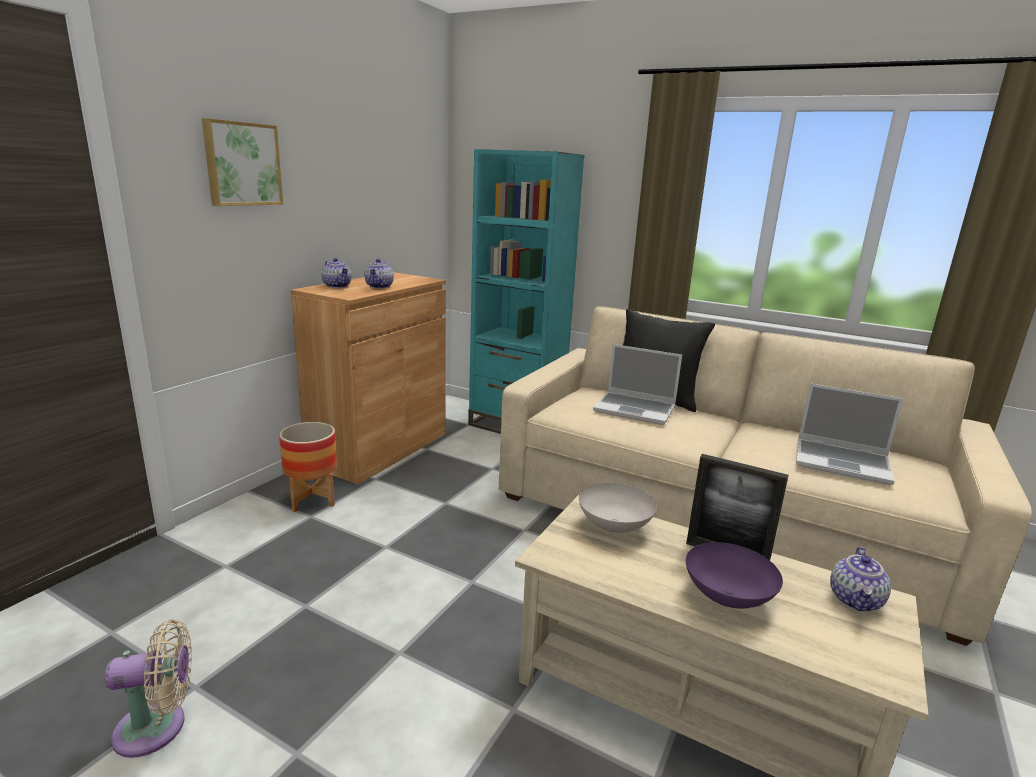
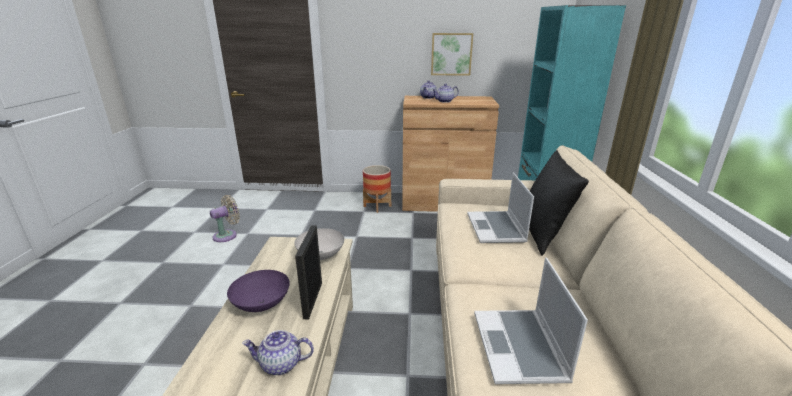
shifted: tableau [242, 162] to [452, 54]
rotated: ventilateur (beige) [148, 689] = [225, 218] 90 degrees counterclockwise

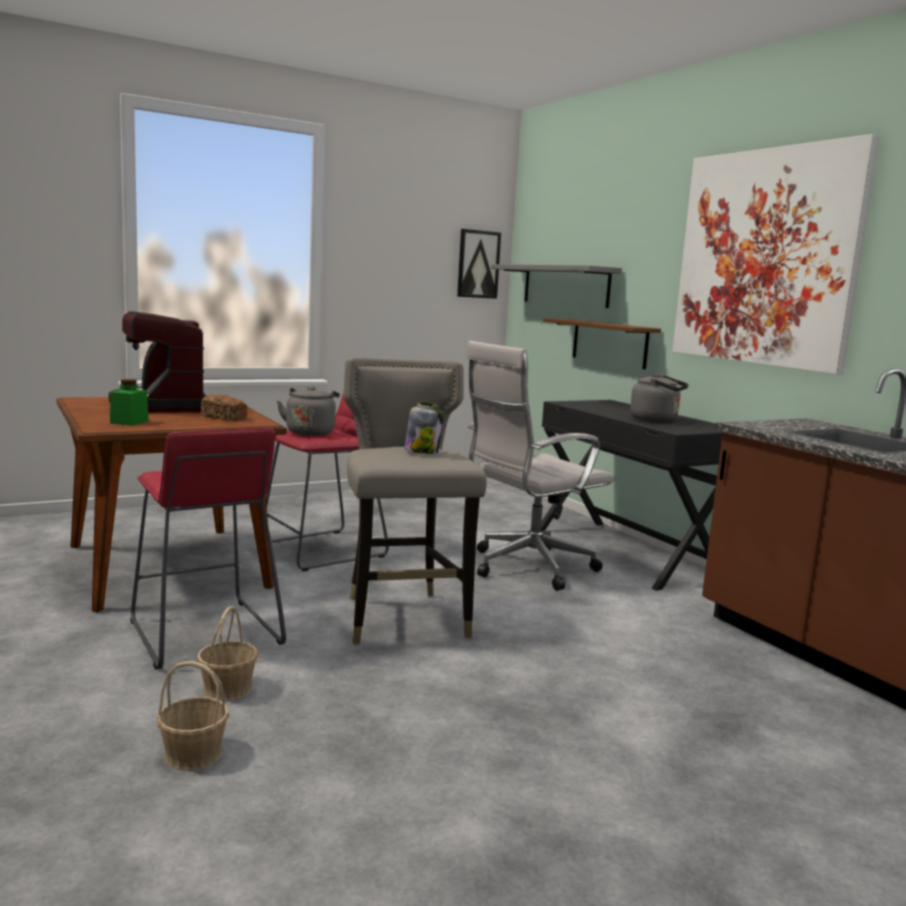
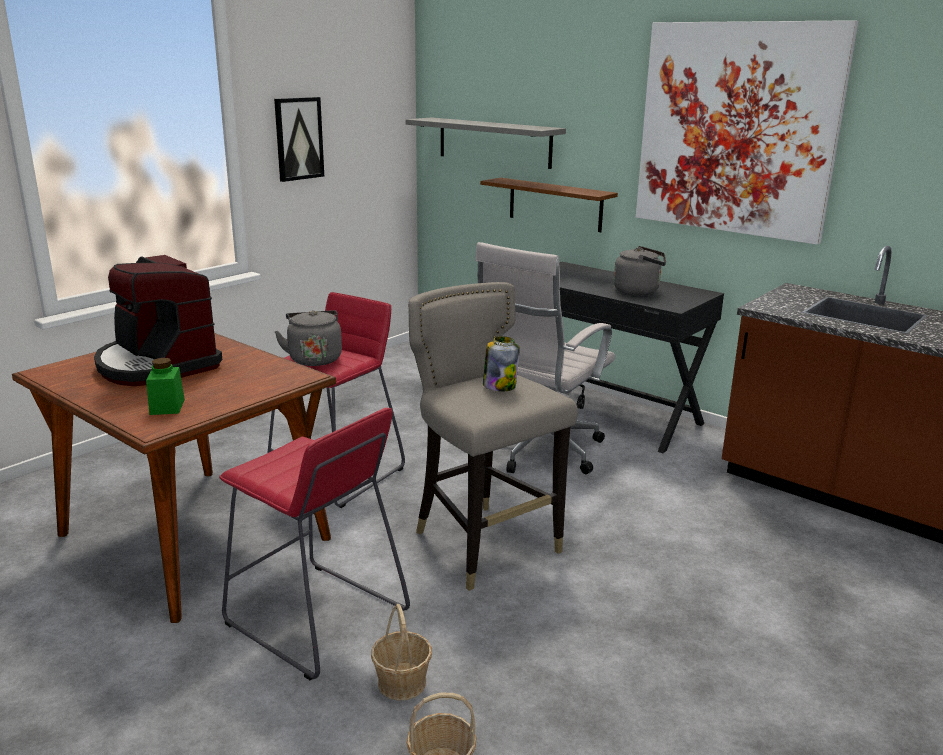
gone: pain [224, 408]
shifted: tableau [479, 264] to [299, 139]

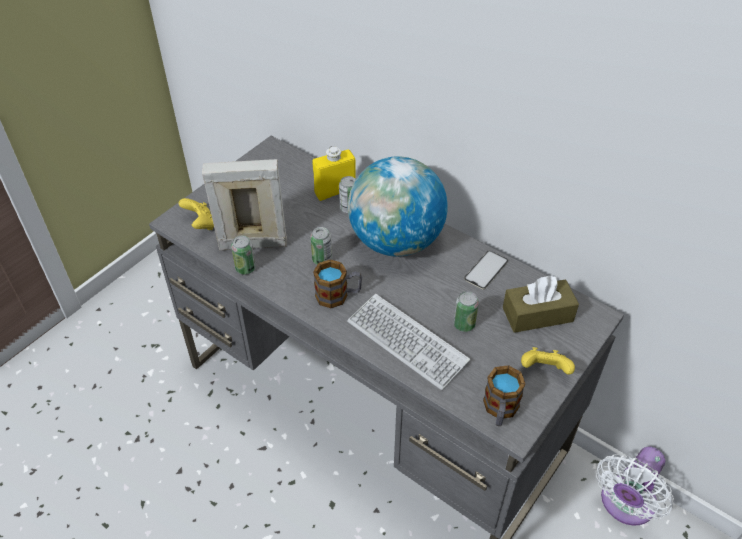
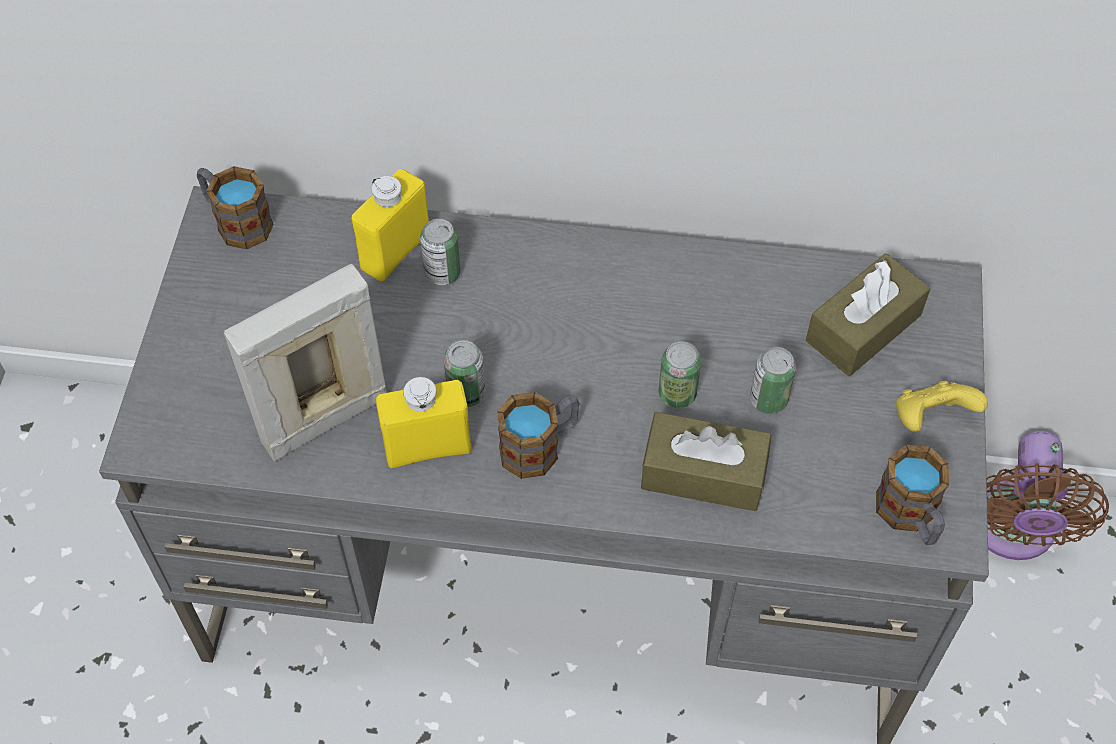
gone: manette (jaune) [196, 214]; globe [398, 206]; téléphone [486, 270]
new: mug [235, 207]; bouteille (jaune) [424, 422]
shifted: boîte métallique [243, 255] to [680, 374]
swapped: clavier [408, 342] to boîte à mouchoirs (marron) [706, 461]
repainted: ventilateur (blanc) [635, 485] to ventilateur (marron) [1048, 495]

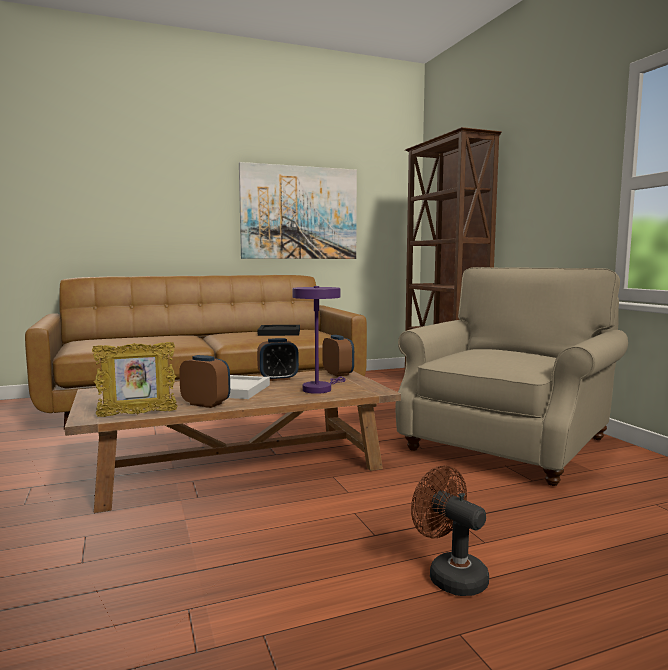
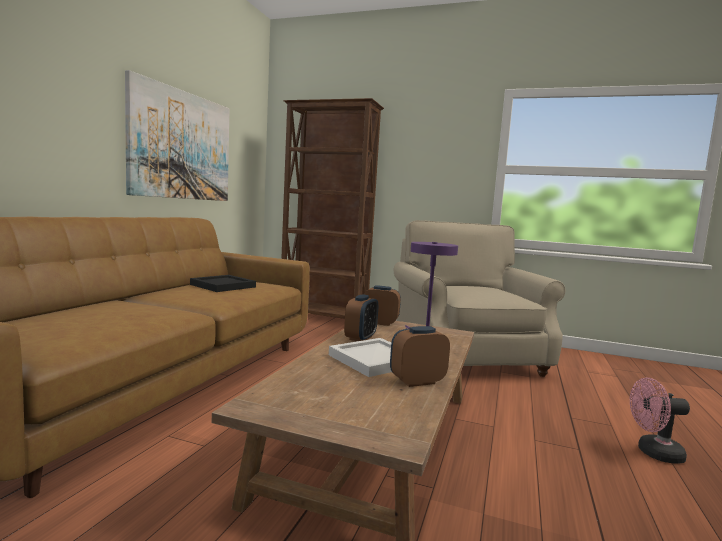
gone: cadre photo [134, 379]
repainted: ventilateur (marron) [450, 530] to ventilateur (rose) [660, 421]

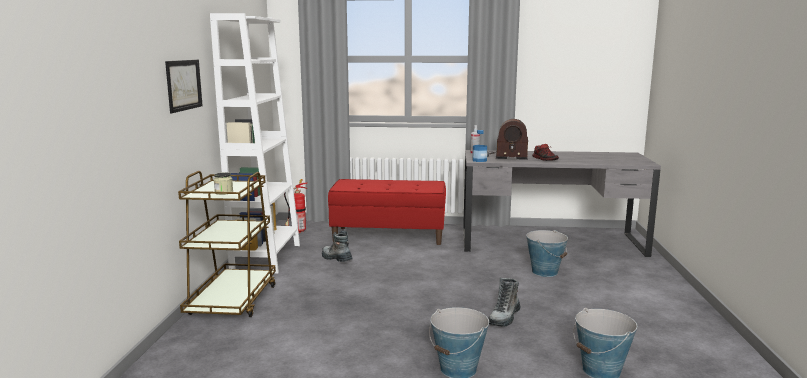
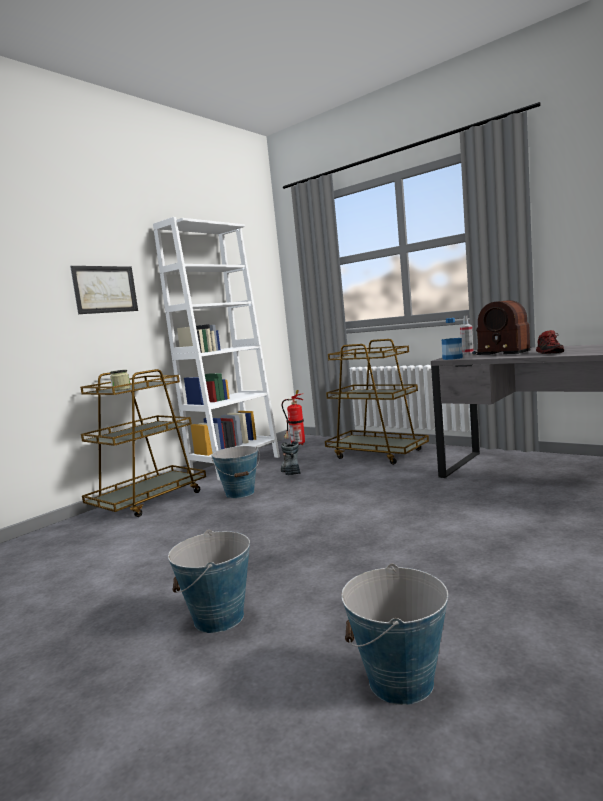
gone: botte [504, 302]
shifted: seau [547, 253] to [235, 472]
swapped: banc (rouge) [387, 212] to chariot (marron) [377, 402]

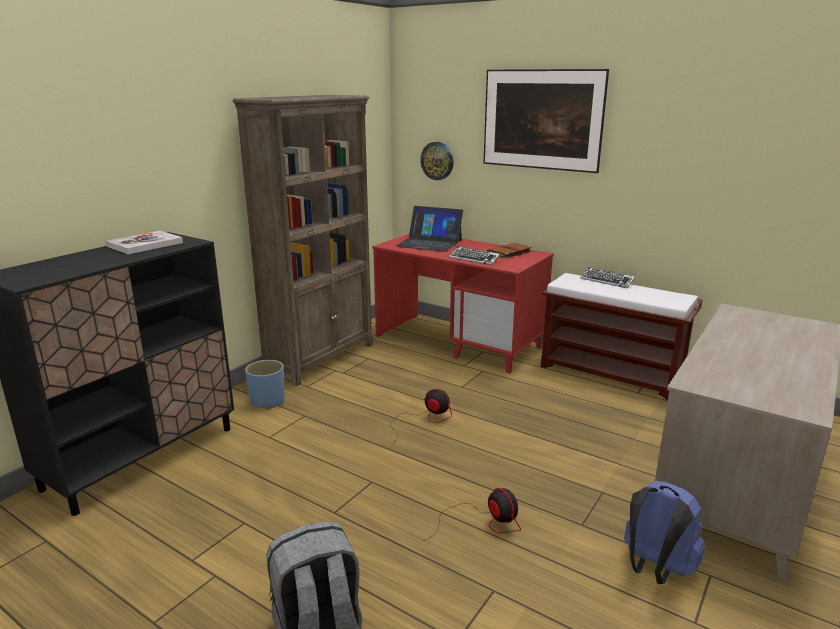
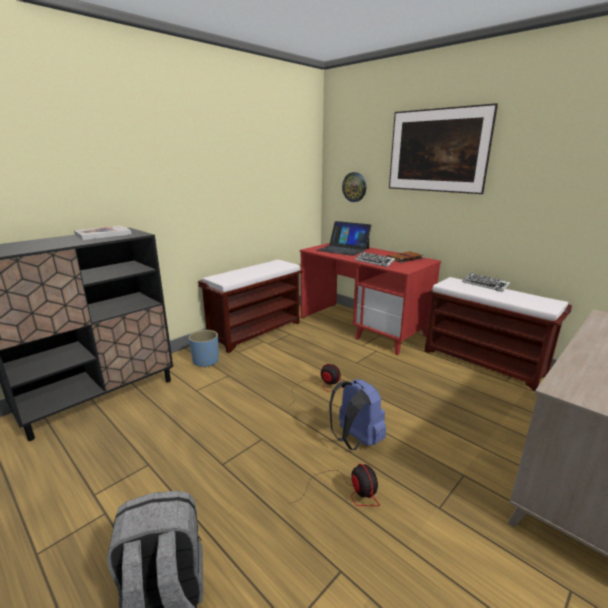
shifted: sac à dos (bleu) [664, 532] to [357, 414]
swapped: bibliothèque (marron) [303, 240] to banc (marron) [250, 306]

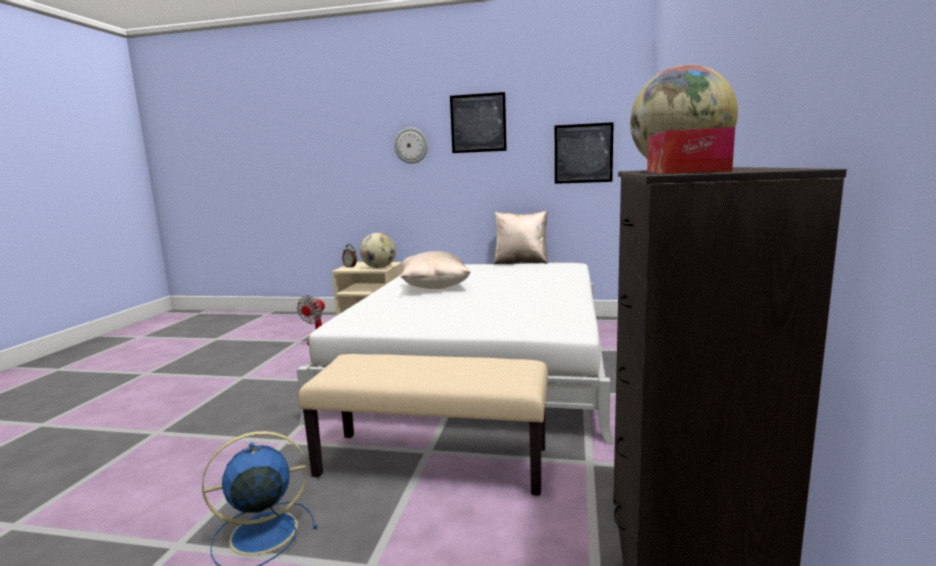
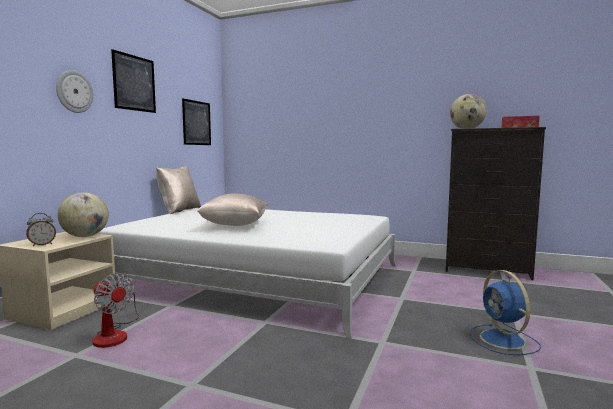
gone: banc (beige) [423, 425]

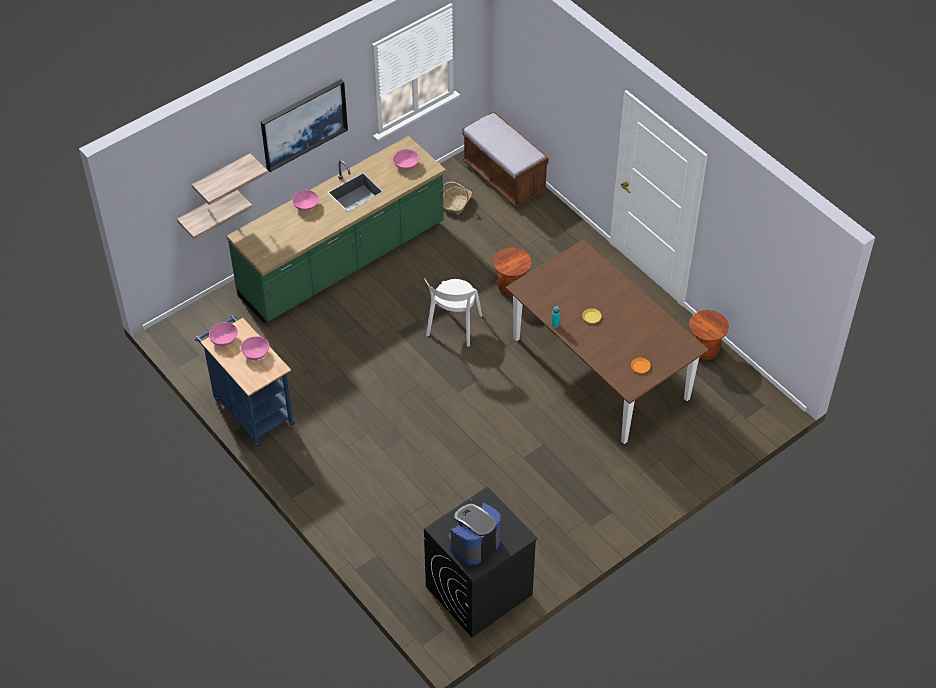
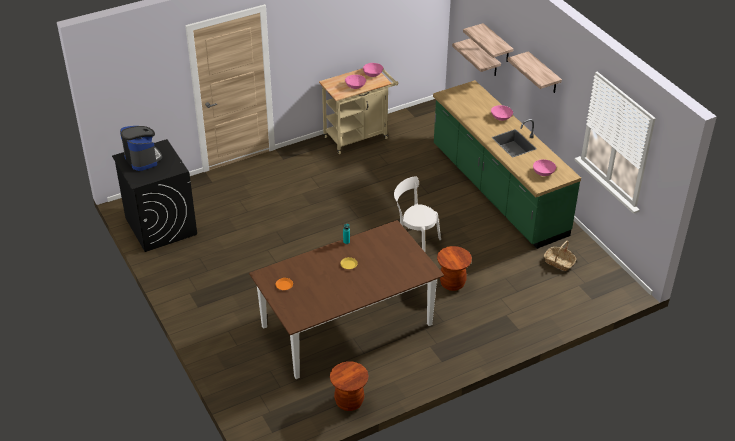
gone: banc (marron) [506, 159]
swapped: tableau [304, 125] to étagère [534, 72]
repainted: chariot (bleu) [245, 381] to chariot (beige) [358, 110]

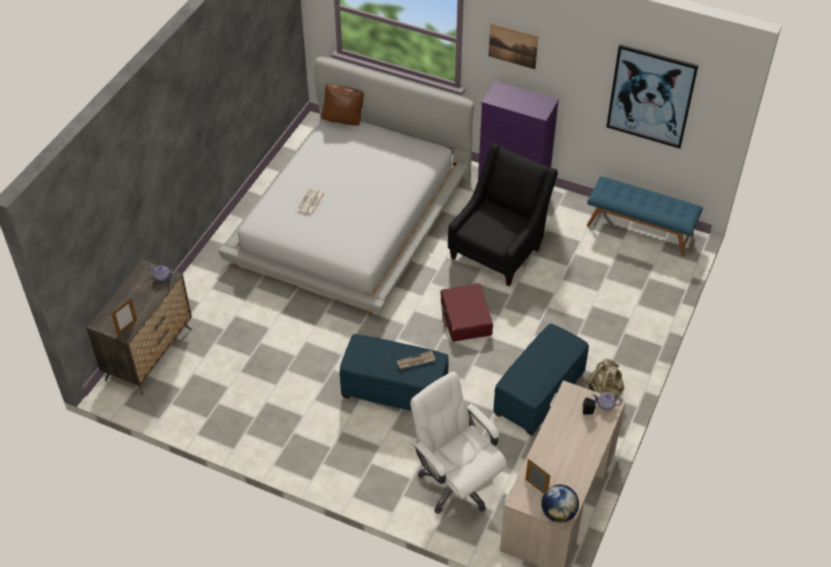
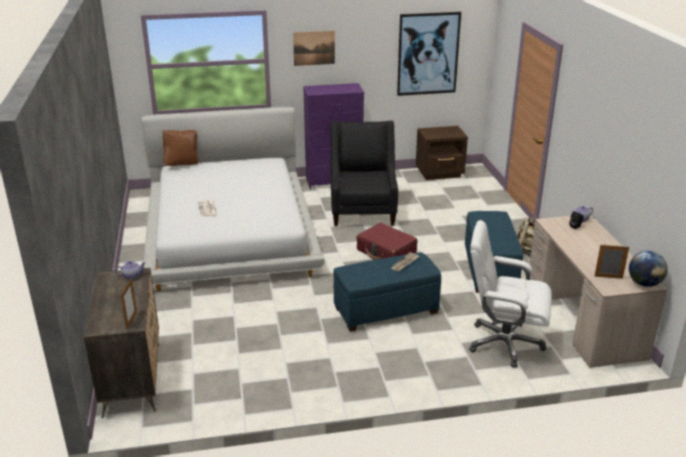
swapped: banc (bleu) [645, 216] to table de chevet (marron) [442, 153]

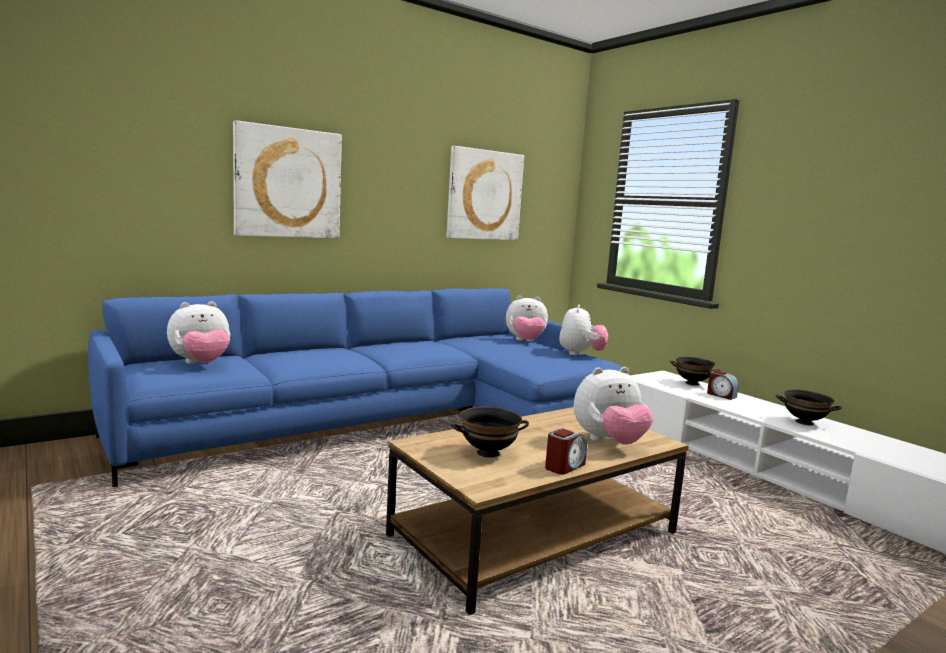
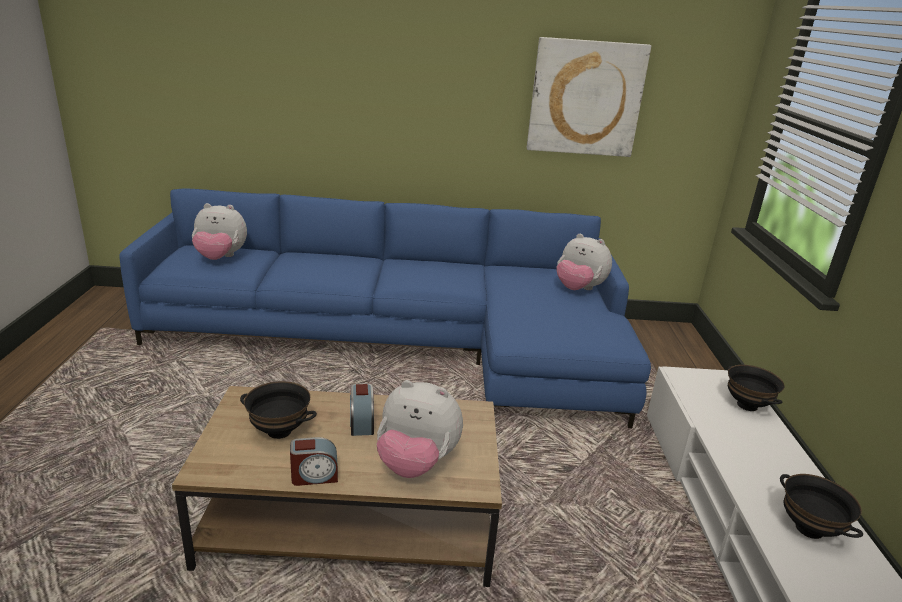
gone: tableau [287, 179]; peluche [583, 330]
shifted: réveil [722, 385] to [362, 409]

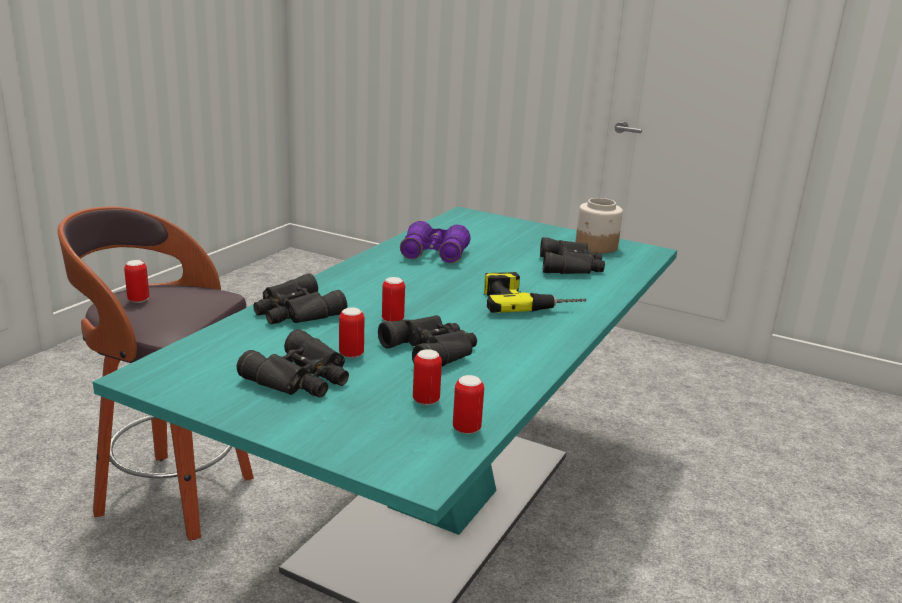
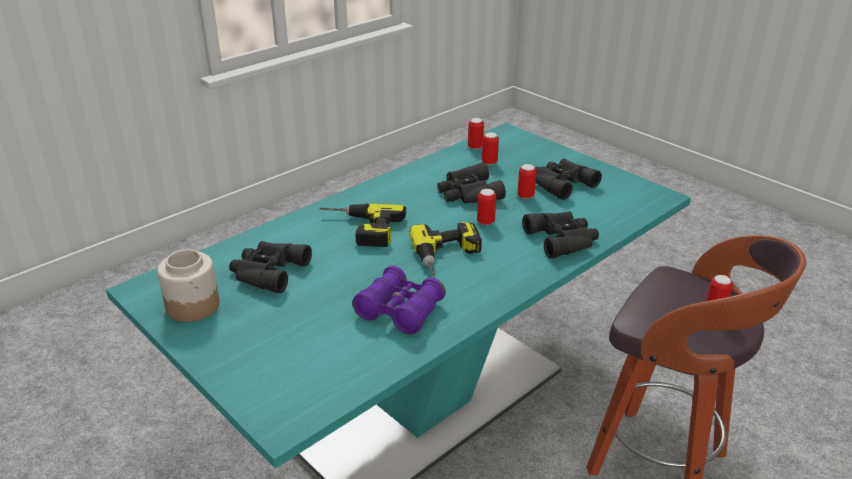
new: perceuse [446, 250]

